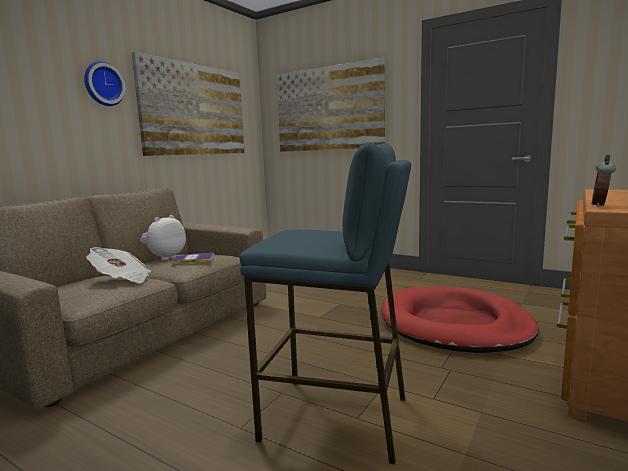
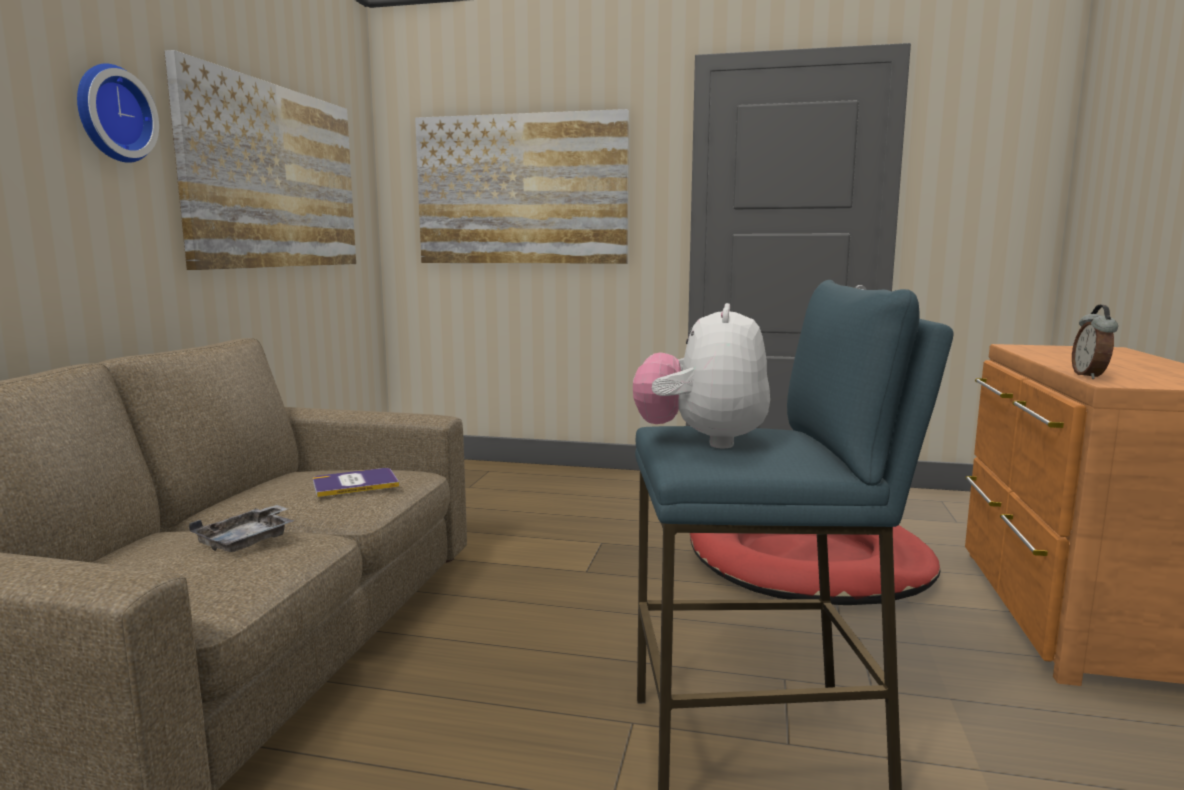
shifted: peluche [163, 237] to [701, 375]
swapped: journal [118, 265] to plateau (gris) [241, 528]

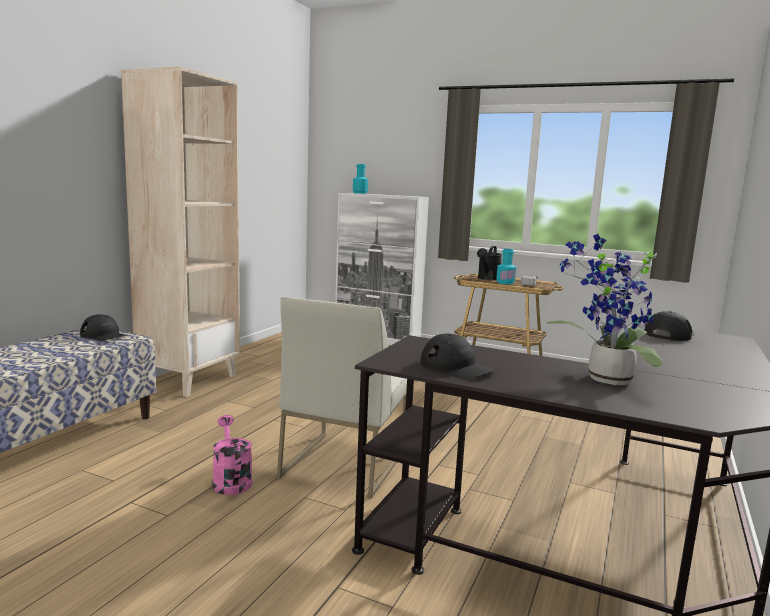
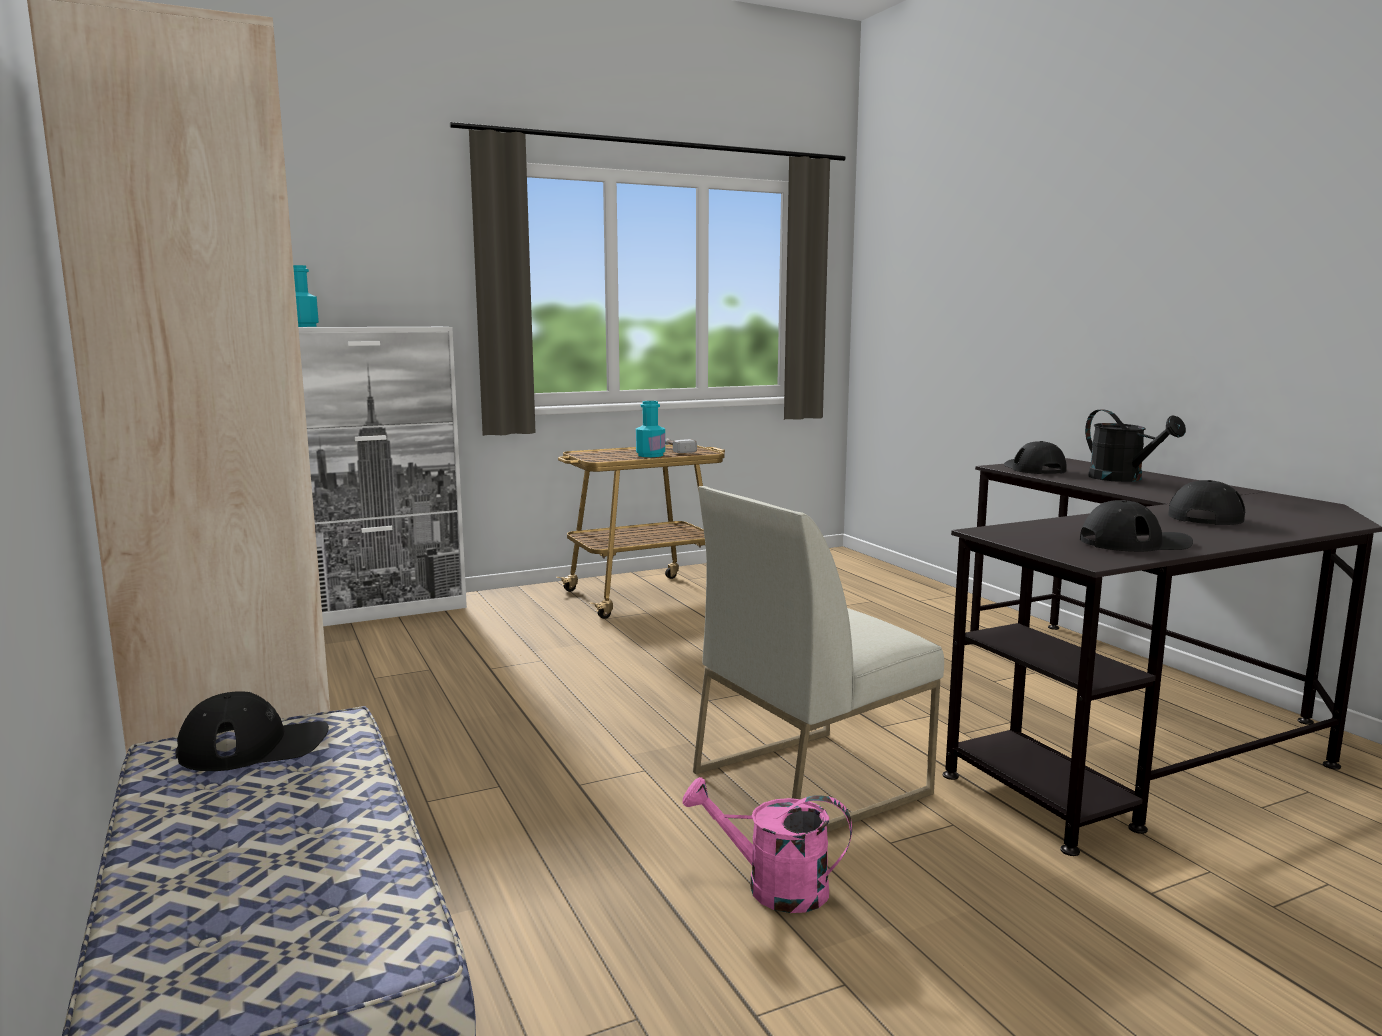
shifted: arrosoir (noir) [489, 263] to [1135, 445]
swapped: plante en pot [604, 309] to casquette (noir) [1206, 502]
rotated: chaise (blanc) [342, 397] = [818, 659] 90 degrees clockwise

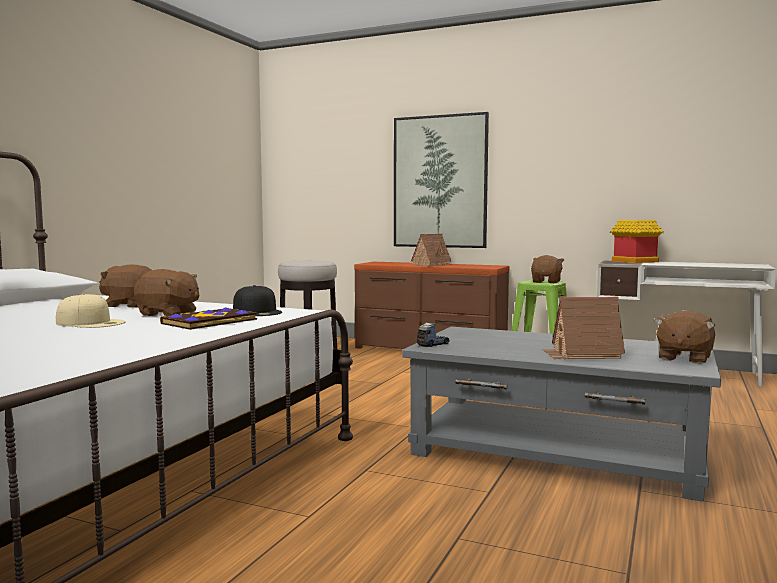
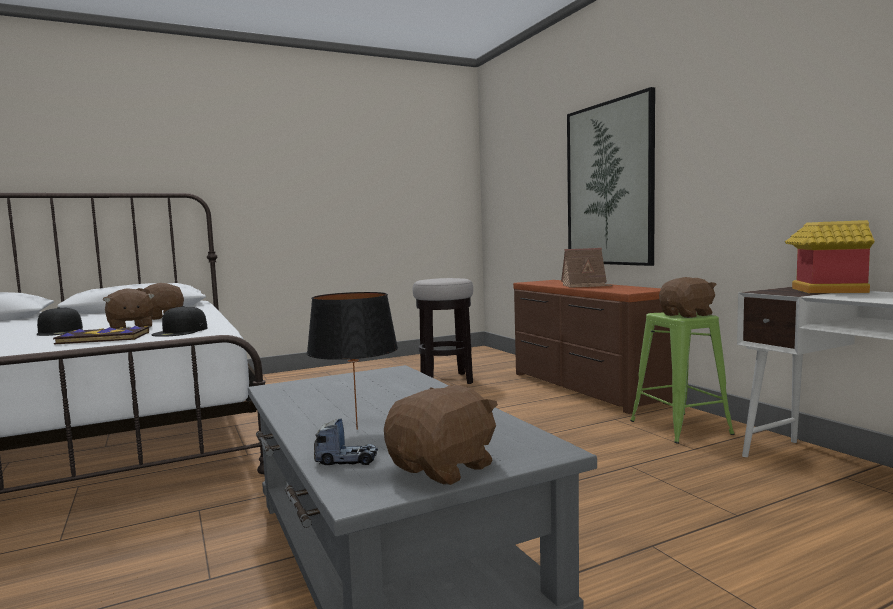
shifted: camion jouet [433, 334] to [346, 441]
swapped: maison miniature [583, 327] to lampe de table (noir) [352, 361]
repainted: casquette (beige) [91, 311] to casquette (noir) [60, 321]
rotated: peluche (marron) [684, 337] = [441, 435] 150 degrees clockwise

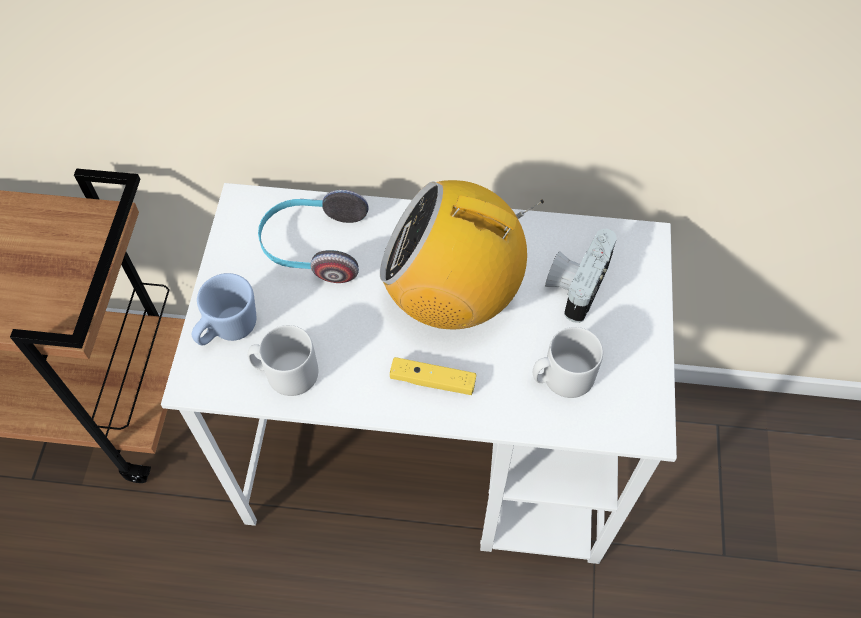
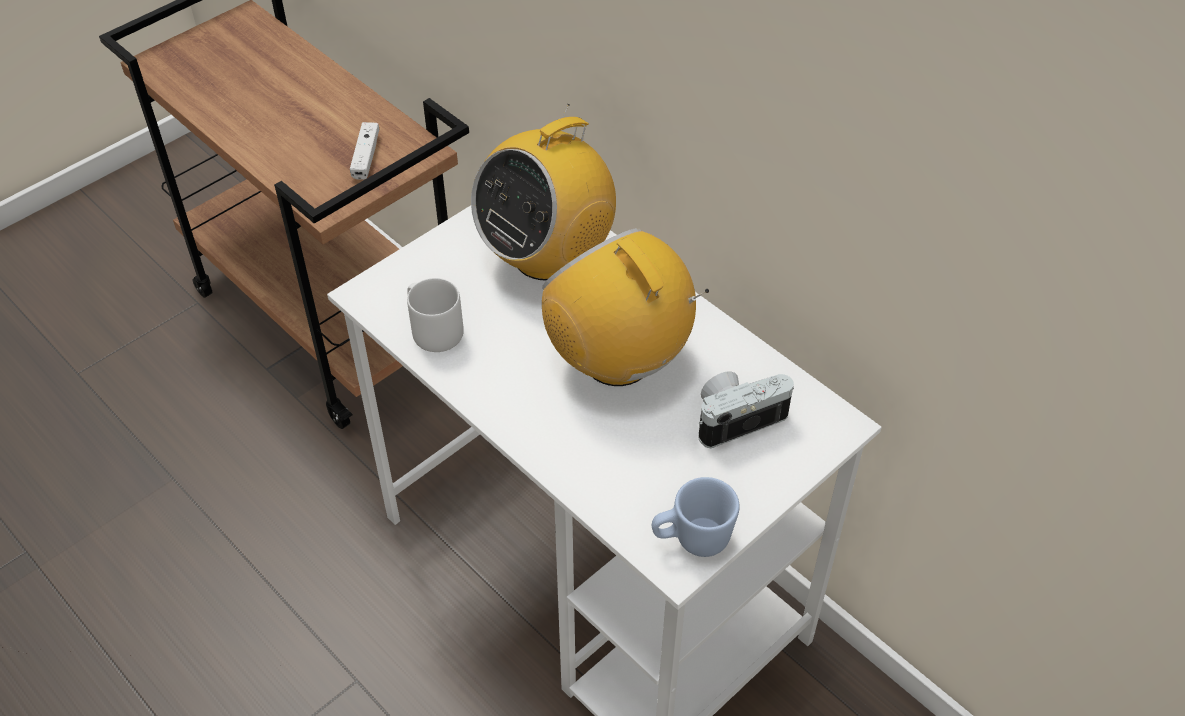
gone: manette (jaune) [433, 376]; mug (gris) [568, 362]
new: manette (blanc) [365, 151]
shifted: mug (bleu) [224, 309] to [696, 517]
swapped: casque audio [313, 236] to radio [543, 192]

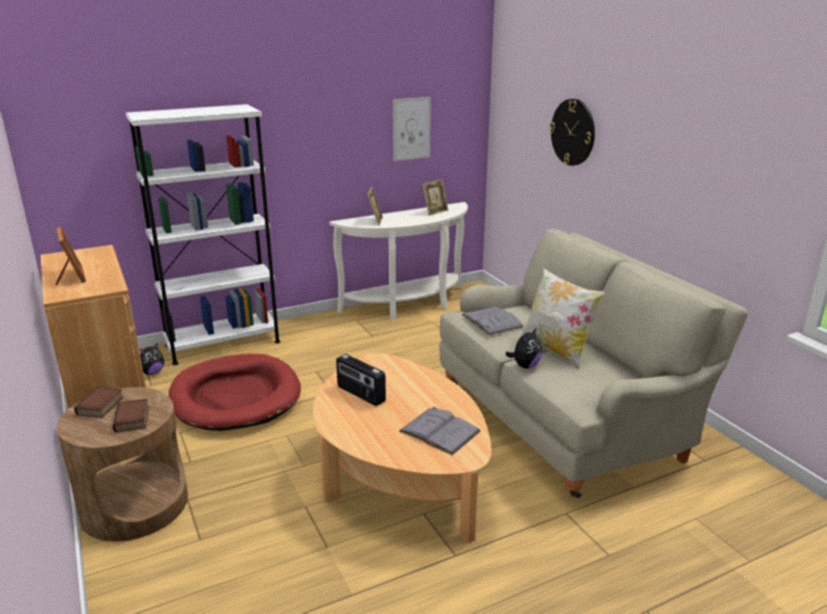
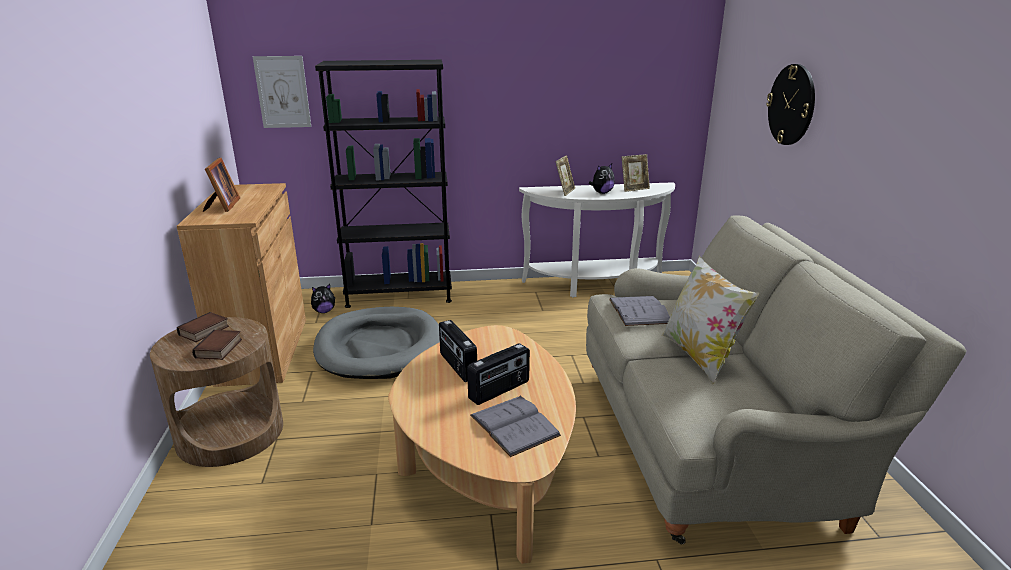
new: radio [498, 374]
shifted: tableau [412, 129] to [281, 92]; peluche [523, 348] to [602, 179]
repainted: bibliothèque (blanc) [203, 234] to bibliothèque (noir) [383, 184]; panier pour chien (rouge) [235, 392] to panier pour chien (gris) [376, 343]

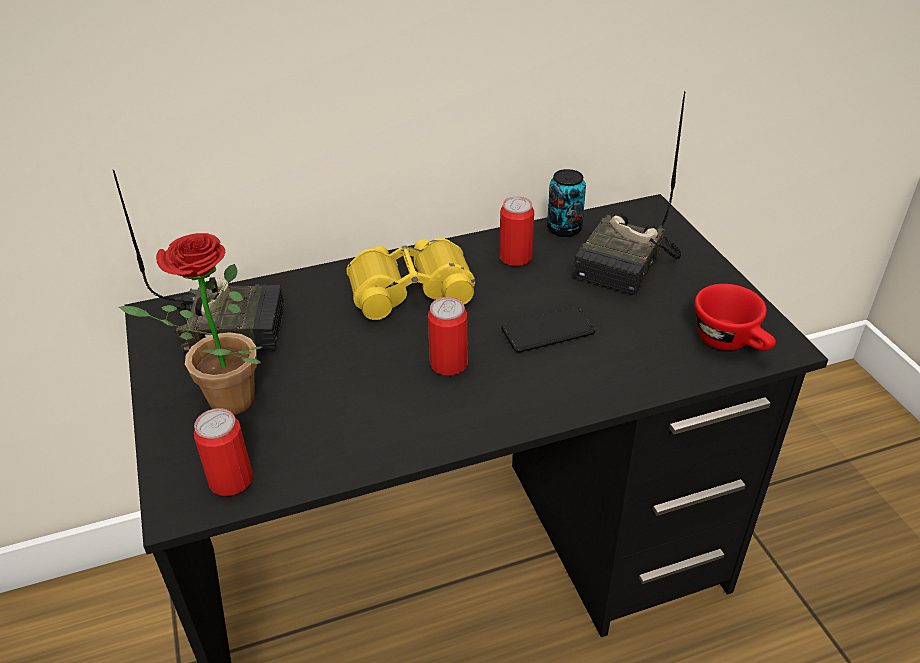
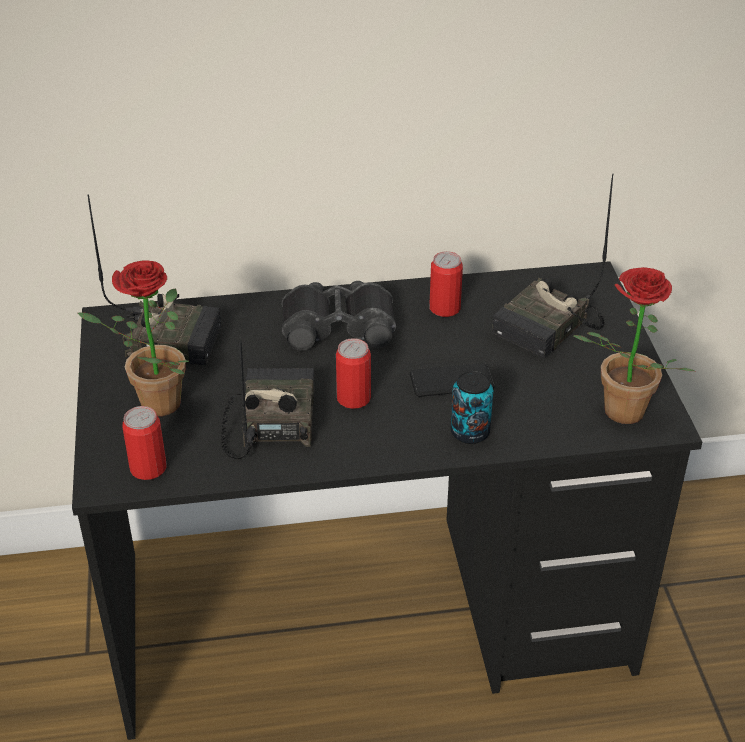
new: radio [268, 398]
shifted: boîte métallique [566, 203] to [472, 407]
swapped: tasse (rouge) [735, 317] to plante en pot [633, 345]
repainted: jumelles (jaune) [410, 279] to jumelles (noir) [339, 316]

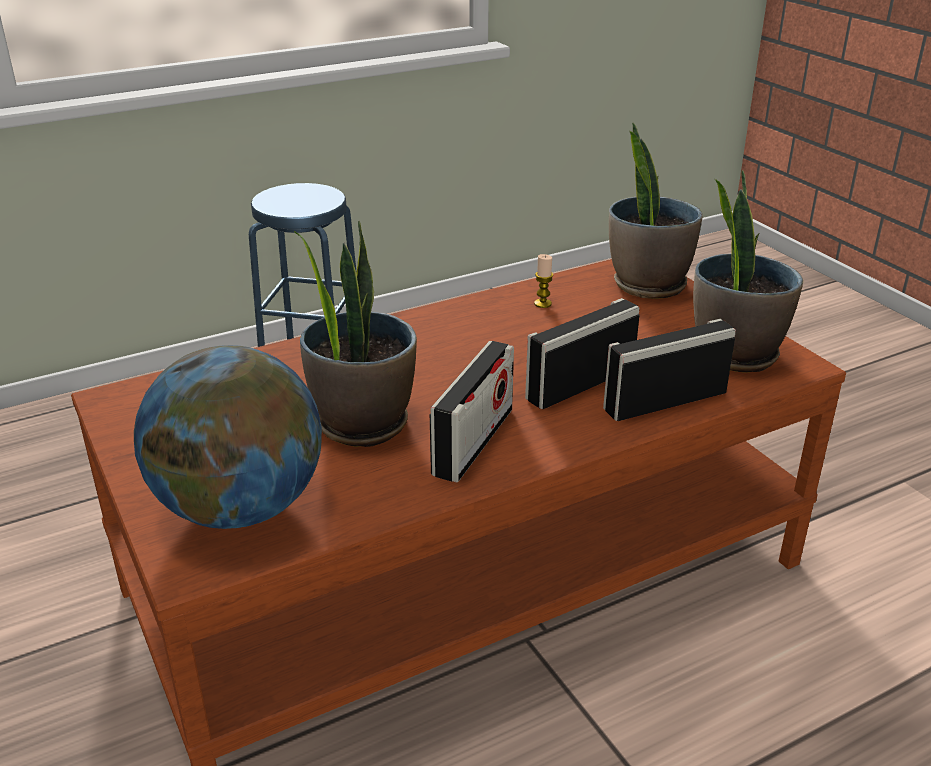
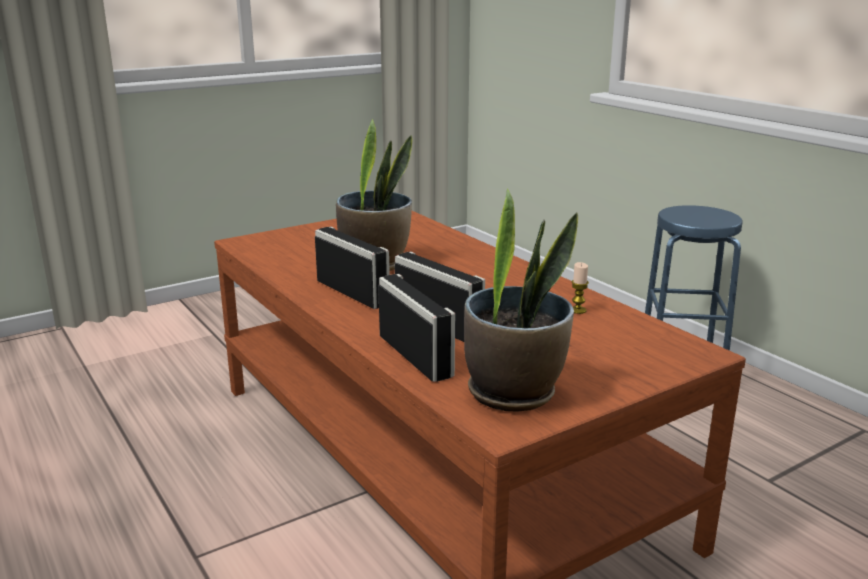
gone: globe [228, 437]; plante en pot [656, 210]
rotated: radio [472, 411] = [352, 267] 150 degrees counterclockwise

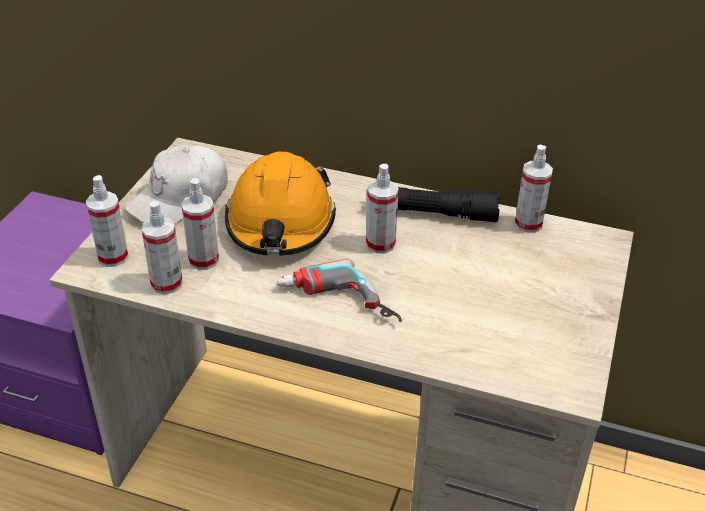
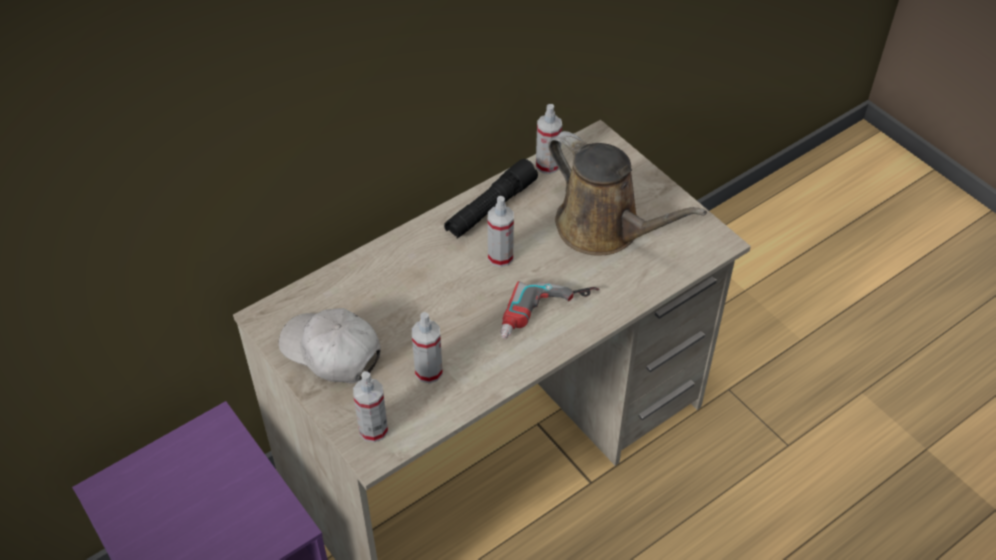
gone: vaporisateur [162, 247]; casque de chantier (orange) [280, 204]
new: arrosoir (marron) [627, 193]
rotated: casquette (blanc) [176, 184] = [329, 345] 135 degrees clockwise

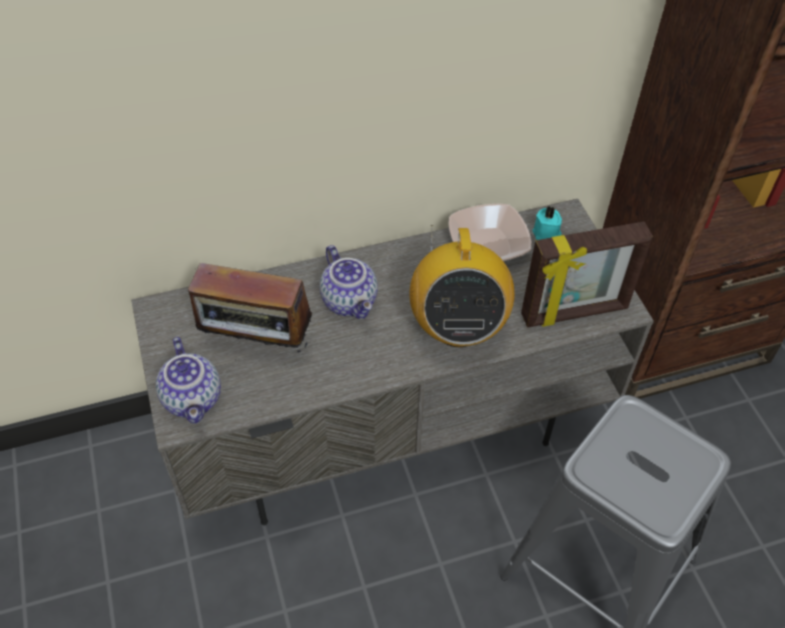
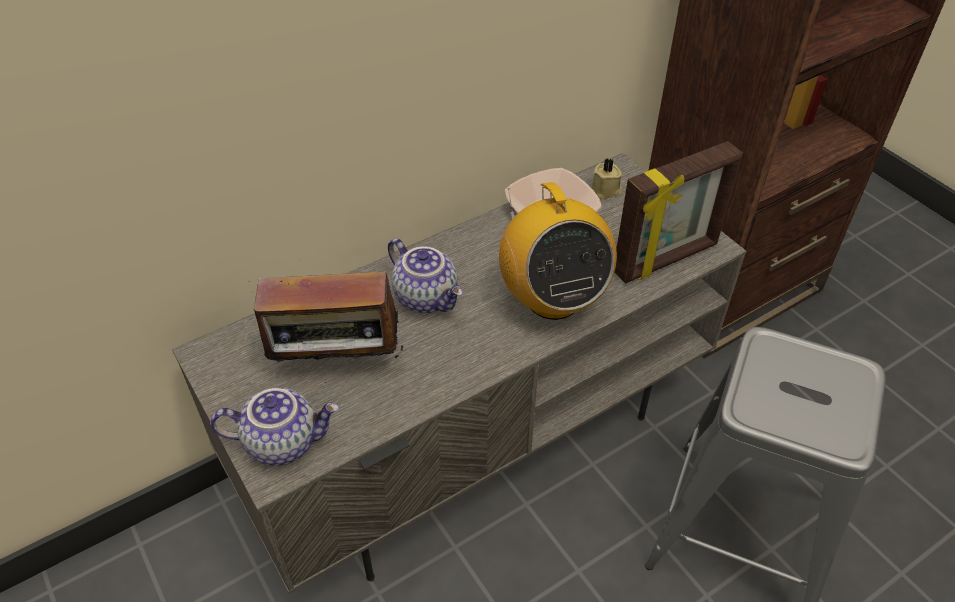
repainted: bougie (turquoise) [547, 223] to bougie (beige) [606, 179]
rotated: théière [188, 380] = [274, 427] 60 degrees counterclockwise

